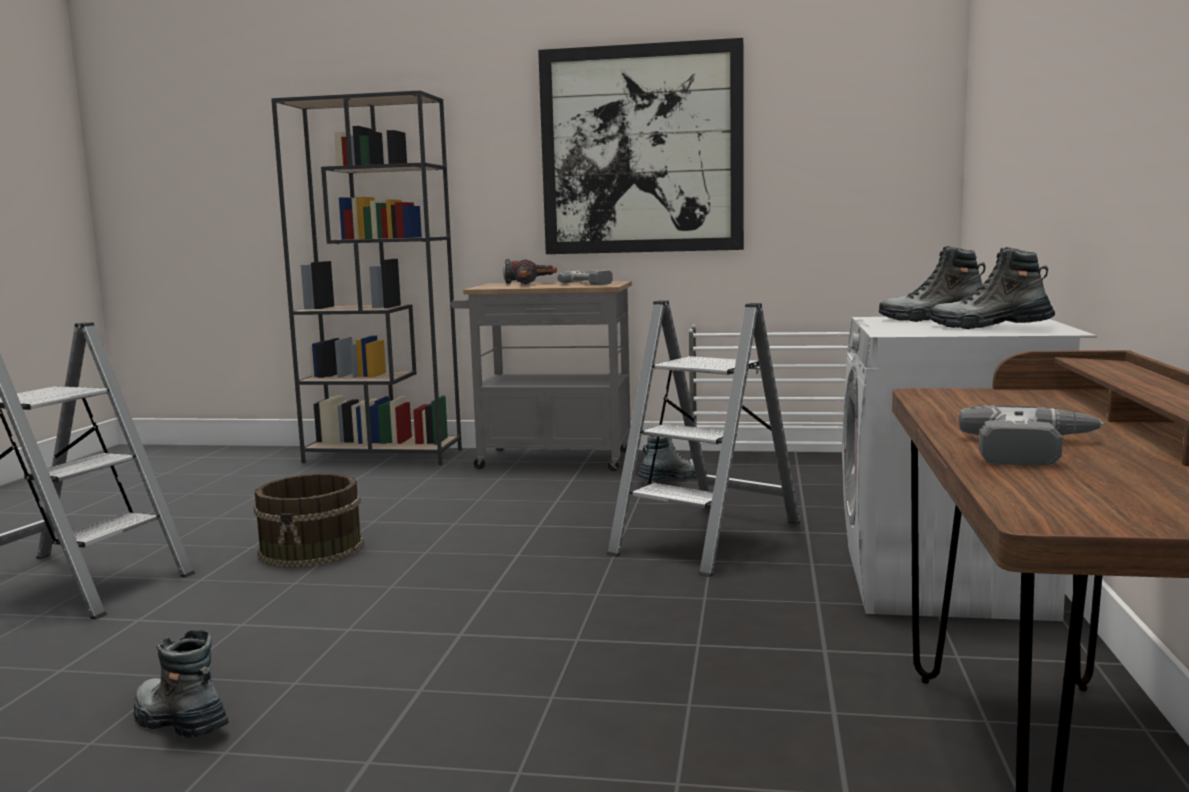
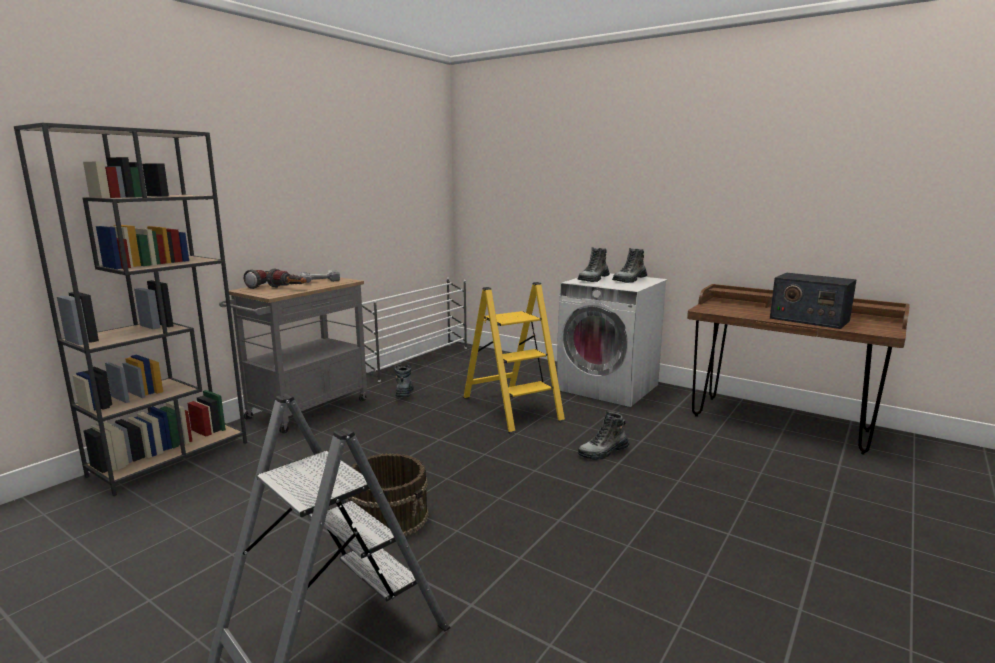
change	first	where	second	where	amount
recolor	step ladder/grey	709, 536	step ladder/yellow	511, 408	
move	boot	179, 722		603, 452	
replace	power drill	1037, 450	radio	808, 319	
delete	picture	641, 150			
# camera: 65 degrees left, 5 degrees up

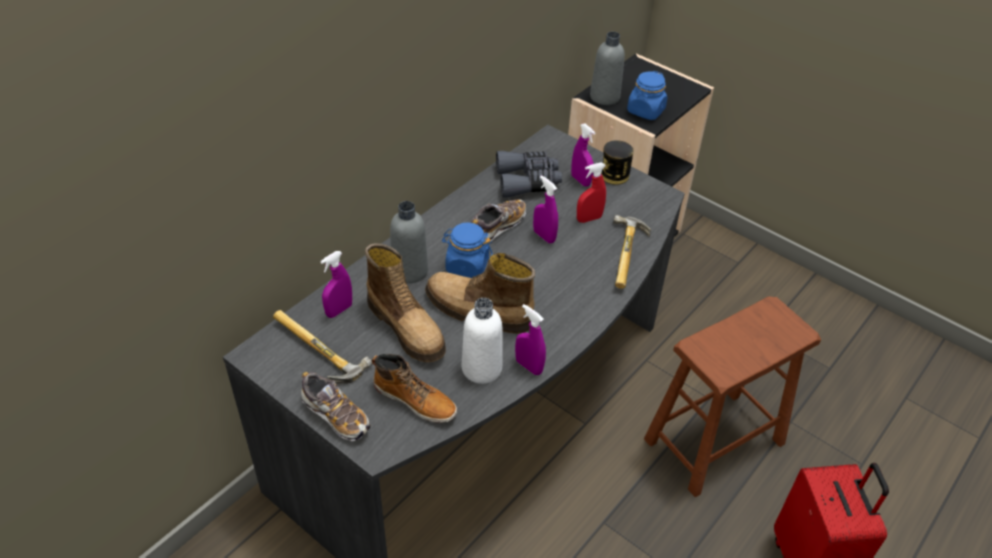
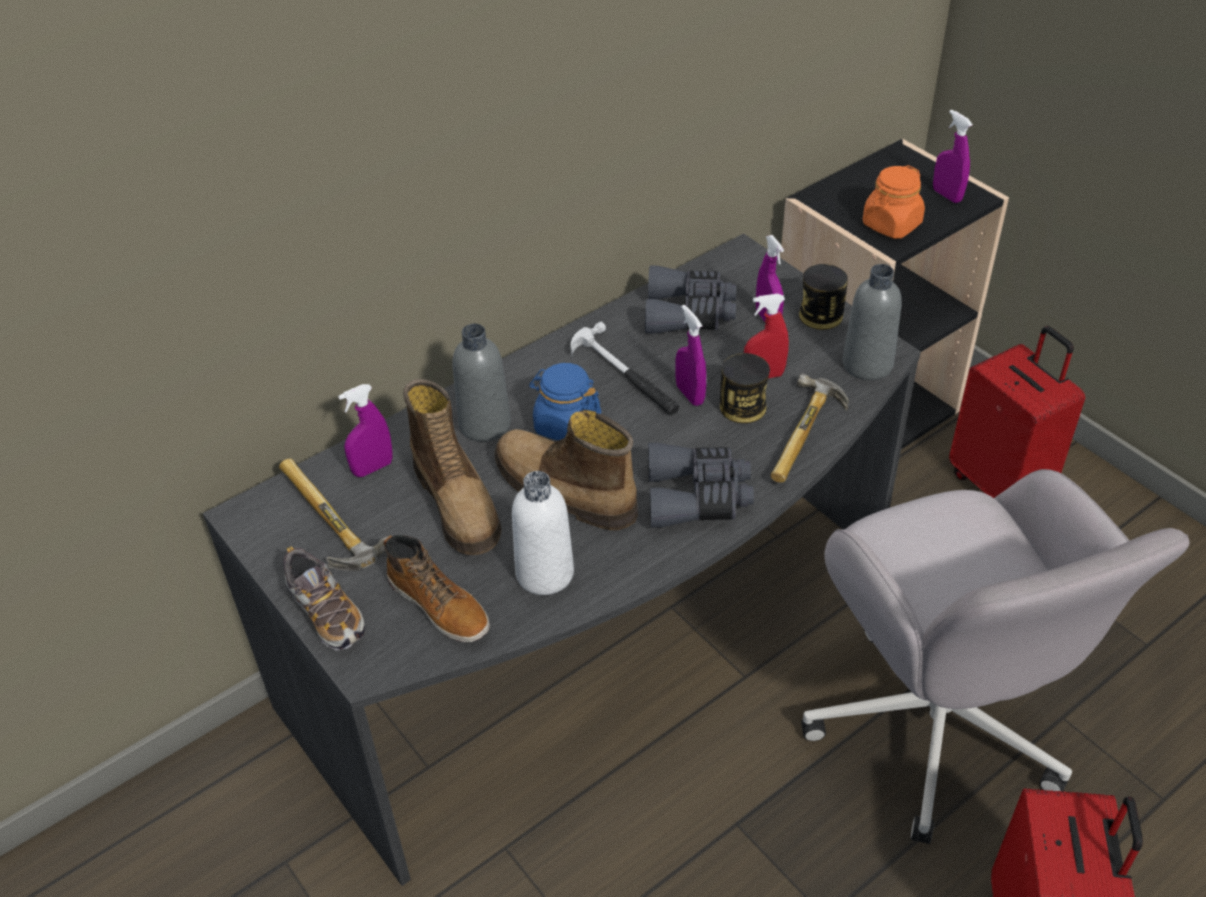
change	first	where	second	where	amount
replace	shoe	496, 227	hammer	625, 375	
insert			binoculars/grey	698, 497	
insert			can	742, 407	
replace	stool/brown	714, 442	office chair/grey	934, 731	
move	bottle/grey	604, 97		867, 364	
recolor	jar/blue	645, 111	jar/orange	891, 225	
move	spray bottle/purple	528, 366		947, 195	
insert			suitcase/red	1001, 485	
# camera: 15 degrees right, 0 degrees up

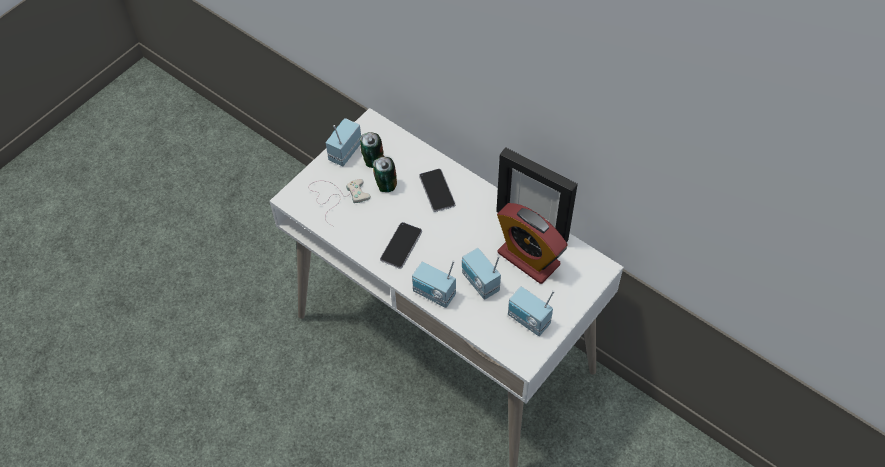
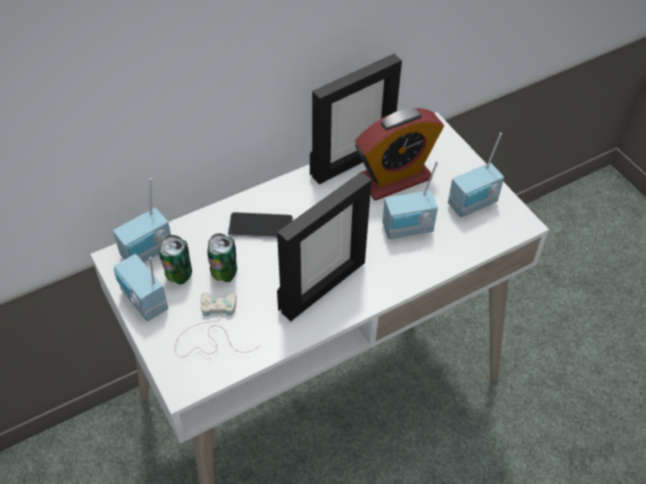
change	first	where	second	where	amount
move	radio	433, 294		148, 252	
replace	phone	401, 246	picture frame	322, 286	
# camera: 70 degrees left, 5 degrees down

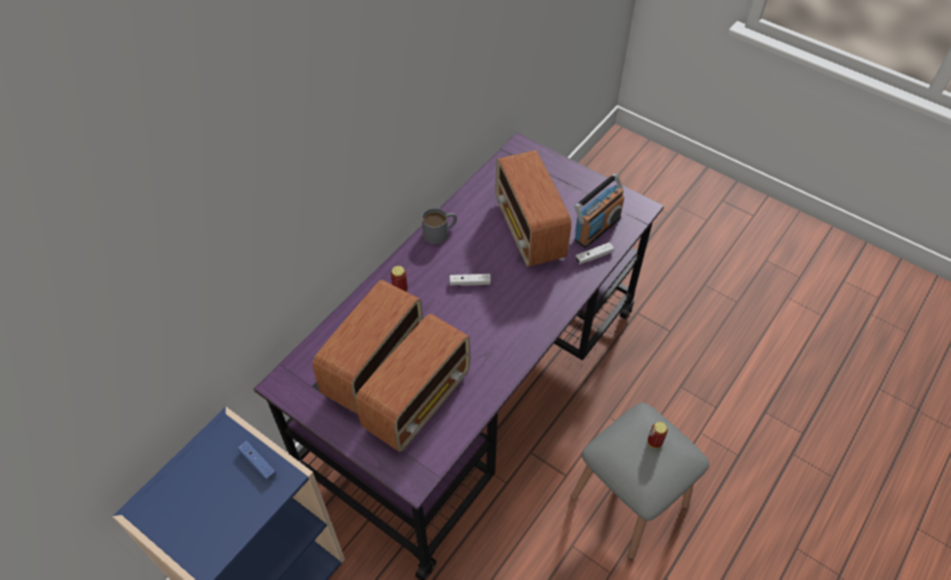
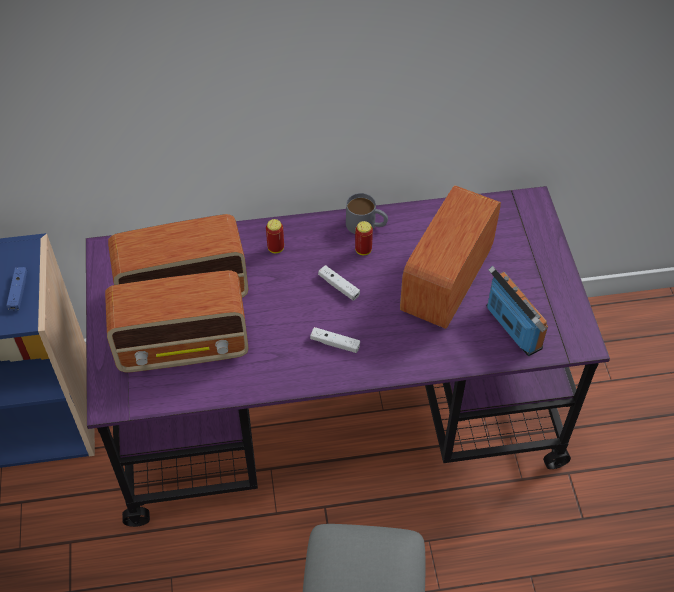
change	first	where	second	where	amount
move	game controller/white	594, 256		335, 343	
move	can	654, 442		363, 250	
rotate	radio	596, 228		512, 328	120 degrees counterclockwise
# camera: 45 degrees right, 0 degrees up

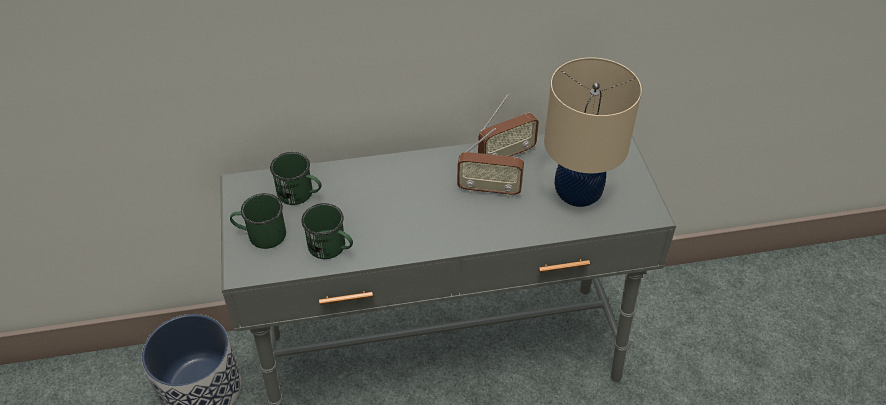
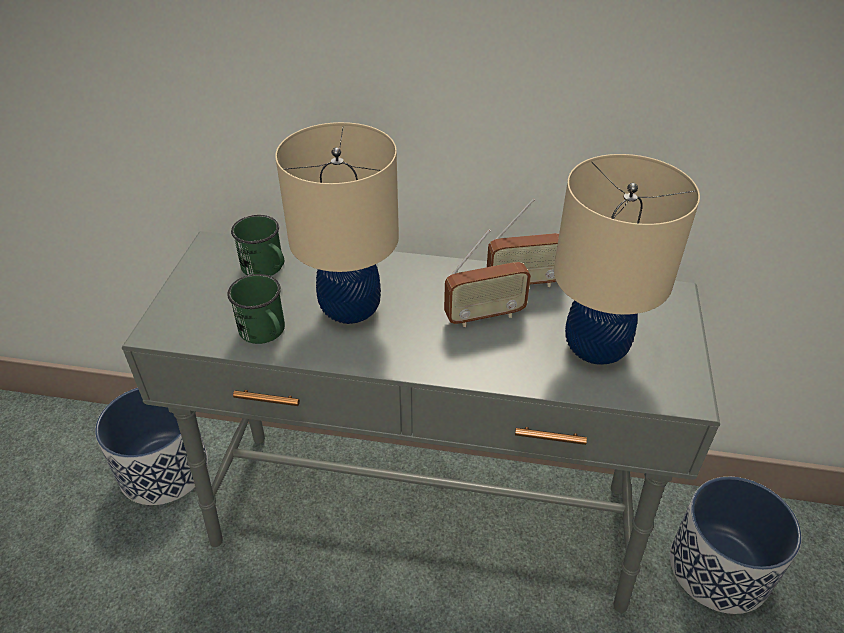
change	first	where	second	where	amount
insert			table lamp/beige	353, 309	
rotate	radio	489, 190		484, 316	45 degrees counterclockwise
insert			planter	719, 568	
delete	mug/green	261, 235			
# camera: 20 degrees right, 5 degrees down

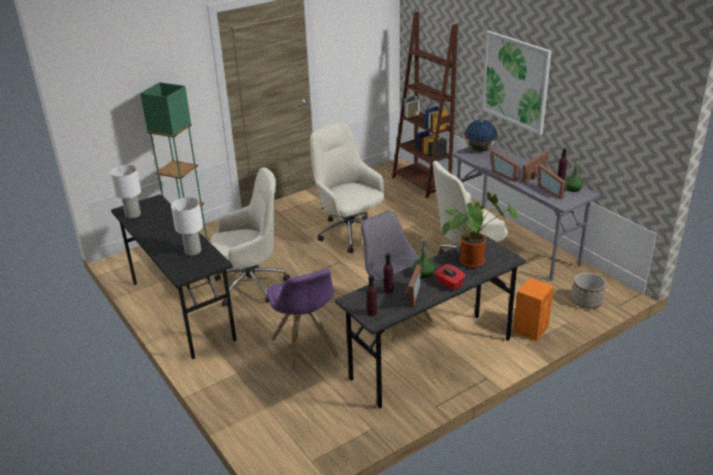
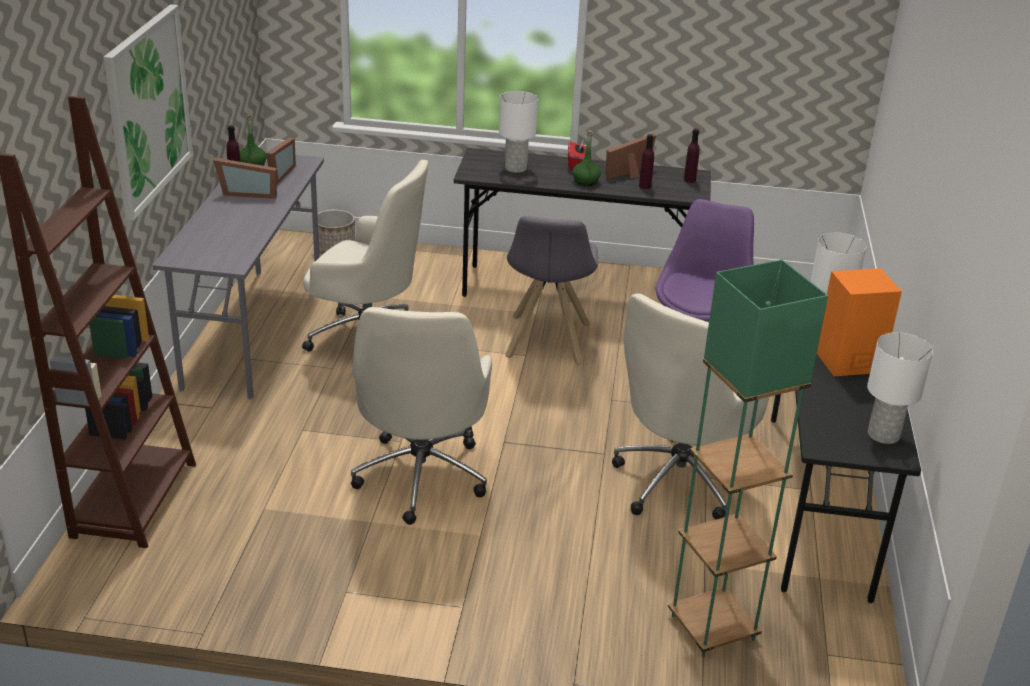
change	first	where	second	where	amount
replace	potted plant	473, 260	table lamp/white	515, 168	
rotate	office chair/beige	251, 286		678, 482	75 degrees counterclockwise
move	speaker/orange	531, 328		847, 362	
delete	globe	480, 150			
delete	picture frame	505, 174			
# camera: 140 degrees left, 0 degrees up

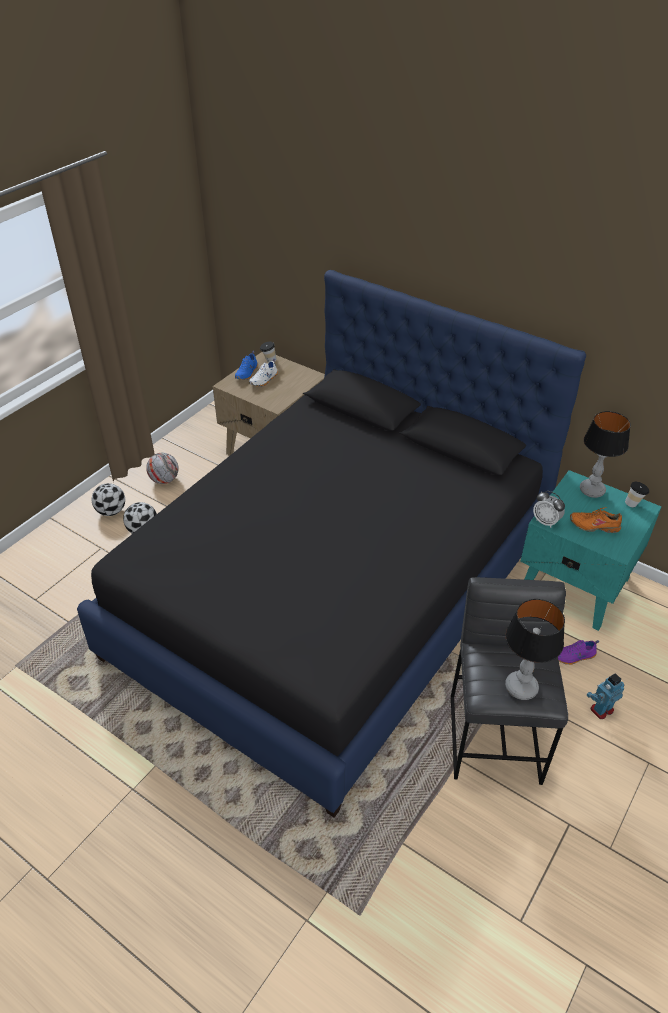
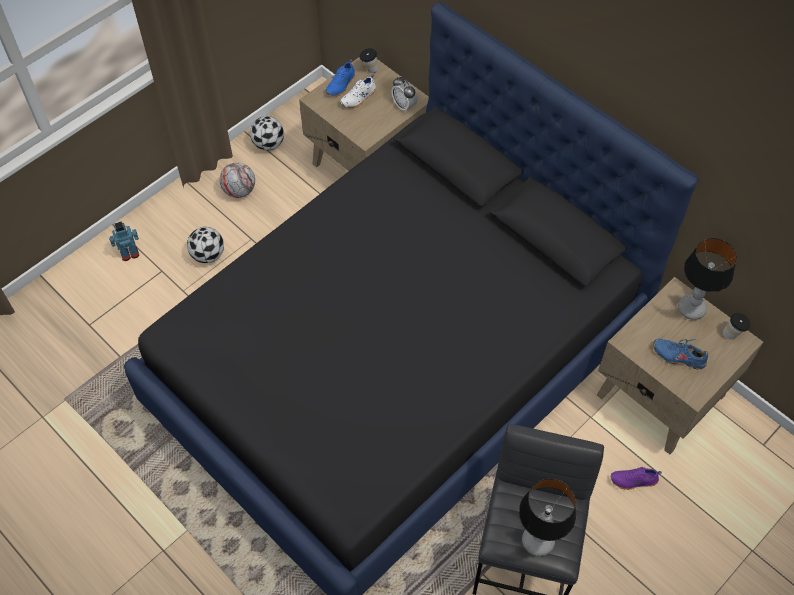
change	first	where	second	where	amount
move	toy robot	601, 709		129, 253	
move	football	111, 511		268, 144	
move	alarm clock	546, 521		404, 106	
recolor	nightstand/turquoise	575, 585	nightstand/beige	662, 396	
recolor	shoe/orange	594, 525	shoe/blue	679, 356	
# camera: 10 degrees right, 15 degrees up

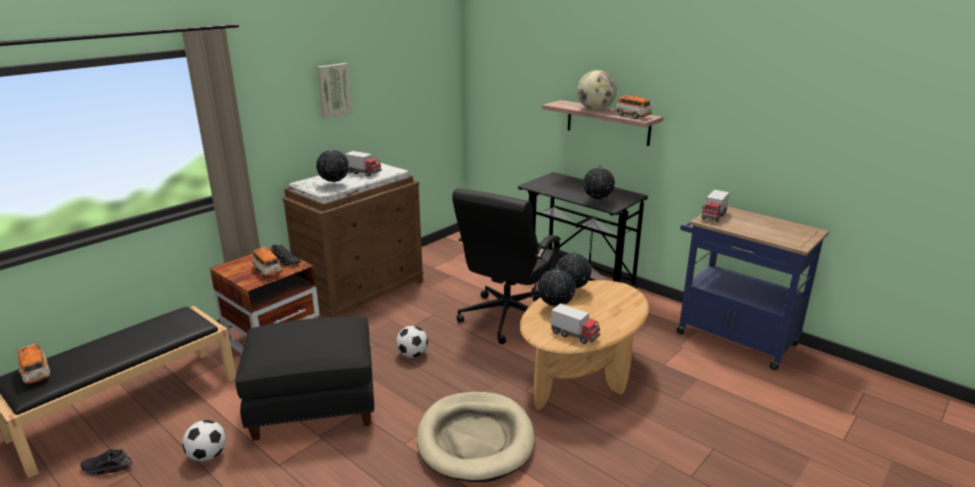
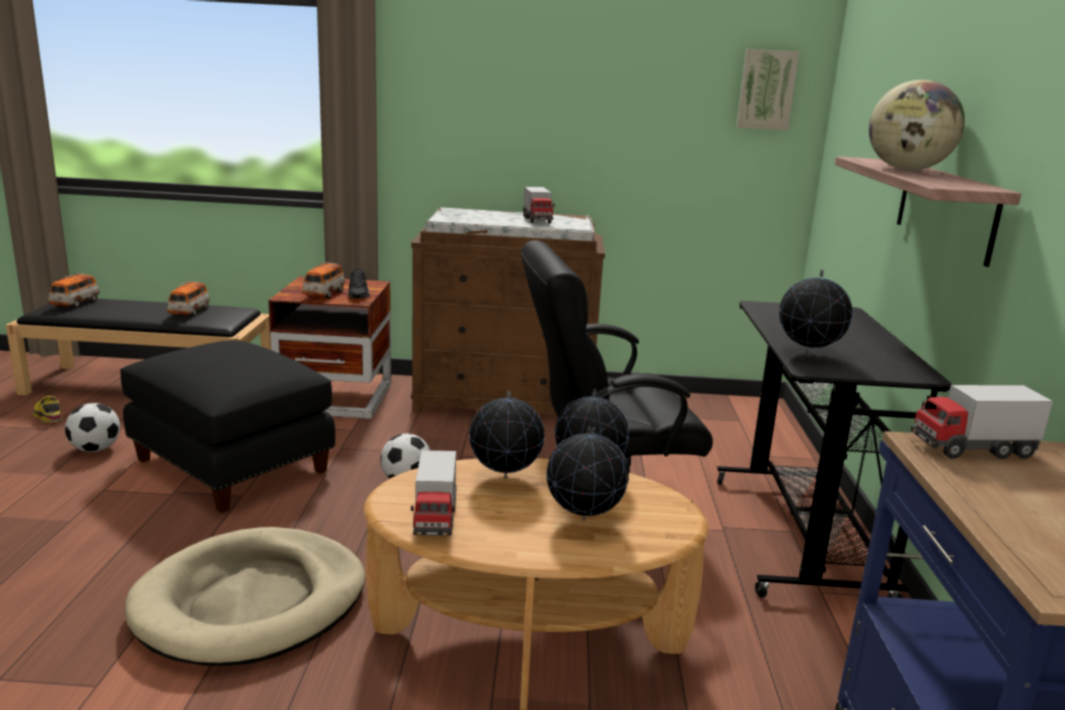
change	first	where	second	where	amount
recolor	shoe/black	107, 468	shoe/yellow	47, 416	
move	toy car	632, 116		189, 312	
move	globe	334, 185		584, 521	
move	picture	333, 90		766, 90	
# camera: 50 degrees right, 5 degrees down

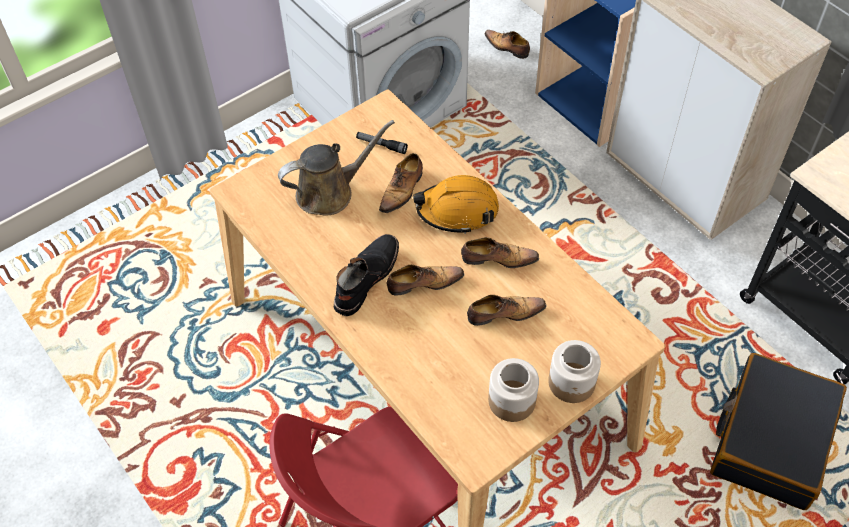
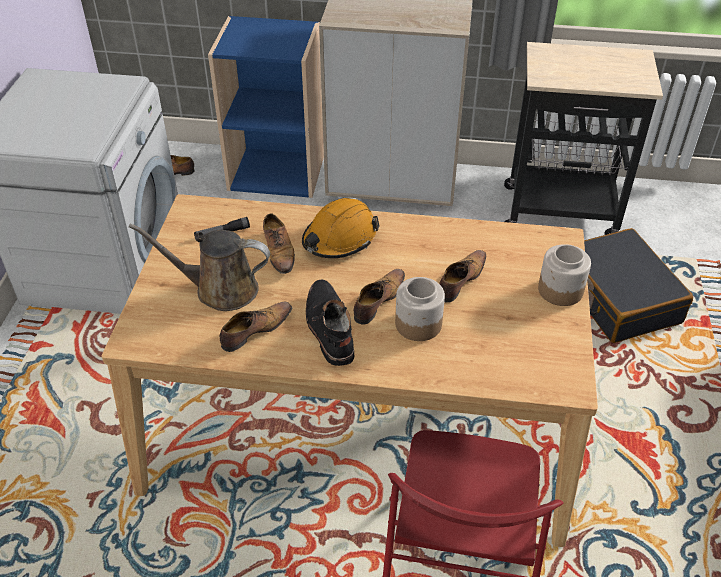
change	first	where	second	where	amount
rotate	watering can/brown	330, 192		220, 289	105 degrees counterclockwise
move	shoe	497, 259		255, 331	
move	jar	511, 400		417, 324	
# camera: 45 degrees left, 10 degrees down

